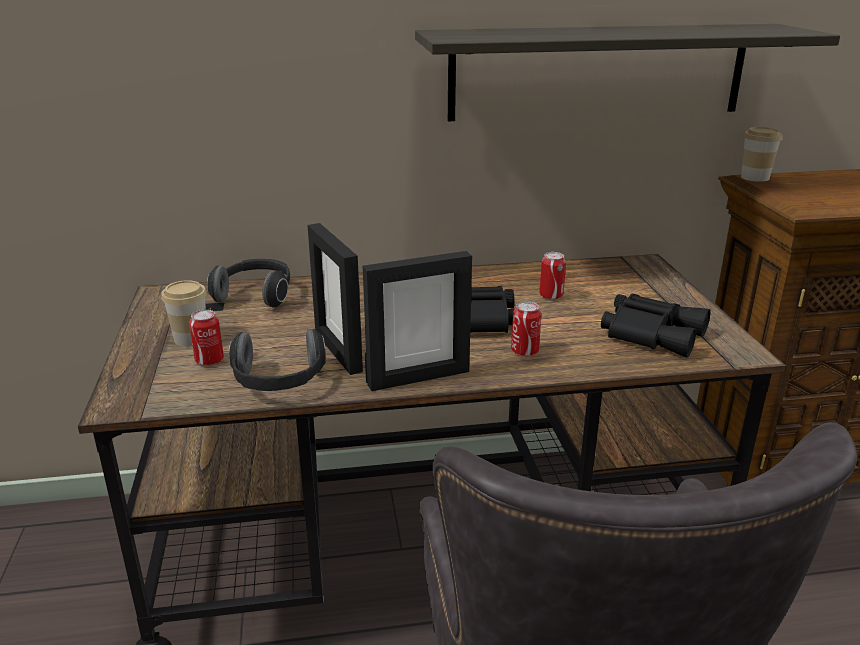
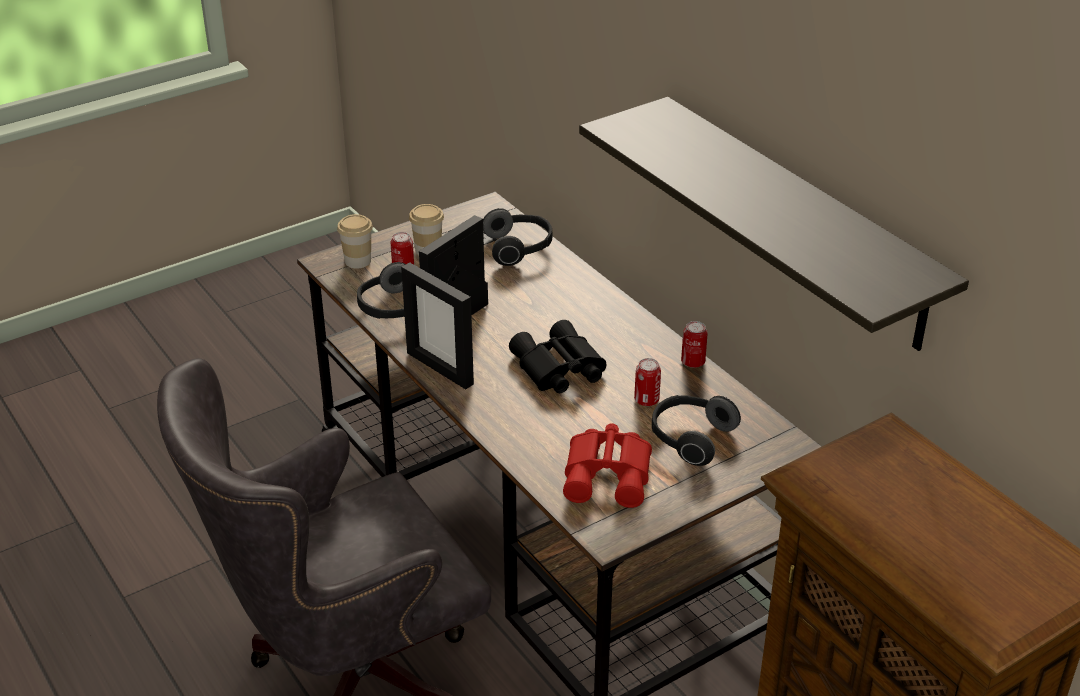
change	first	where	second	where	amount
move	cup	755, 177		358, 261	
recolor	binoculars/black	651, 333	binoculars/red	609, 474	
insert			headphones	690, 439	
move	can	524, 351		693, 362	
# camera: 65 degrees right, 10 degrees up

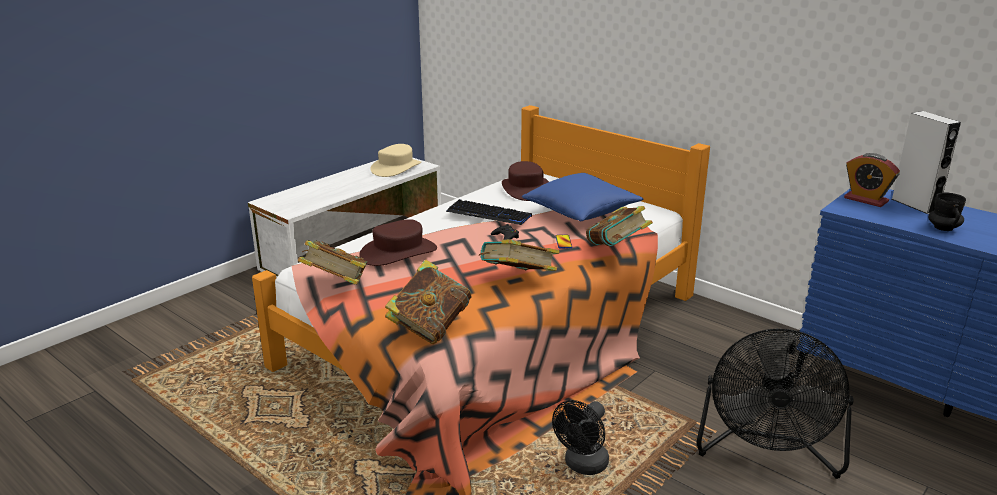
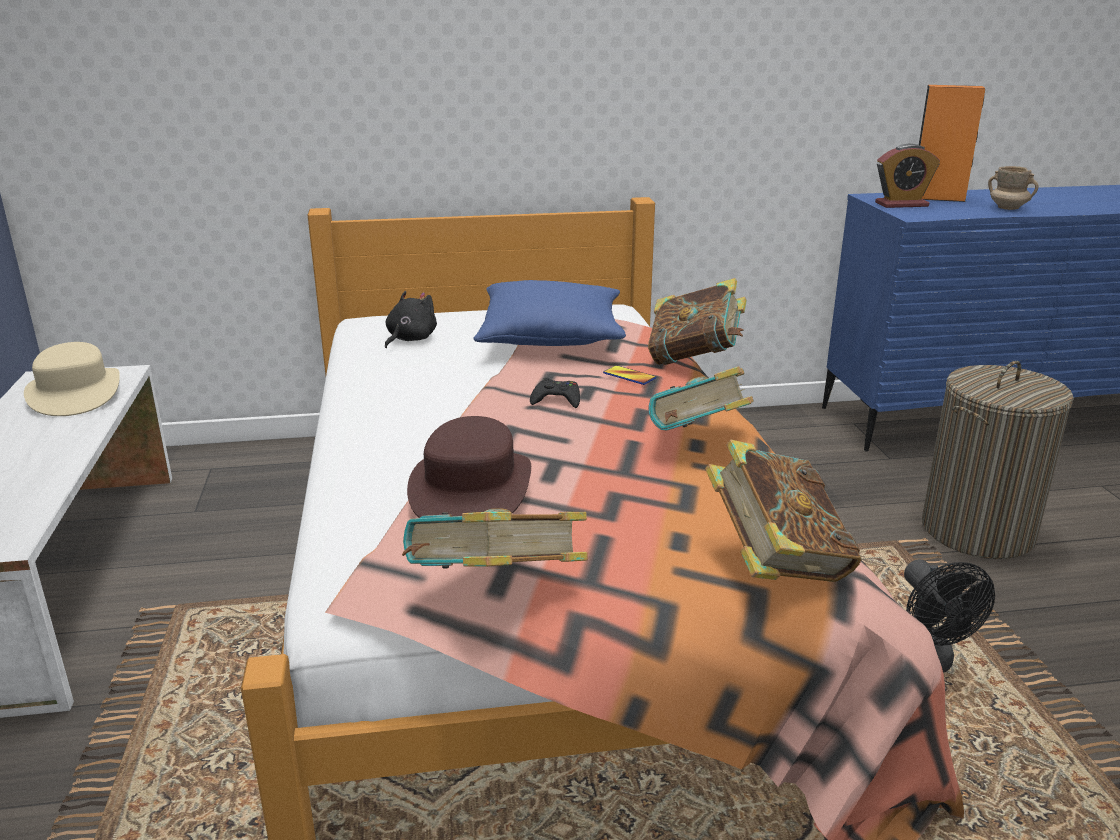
change	first	where	second	where	amount
replace	hat/brown	525, 189	plush toy/black	409, 339	
recolor	speaker/grey	915, 205	speaker/orange	937, 198	
replace	fan/black	762, 448	laundry basket	977, 530	
recolor	mug/black	943, 228	mug/beige	1008, 208	
delete	keyboard	489, 214			
# camera: 50 degrees left, 0 degrees up

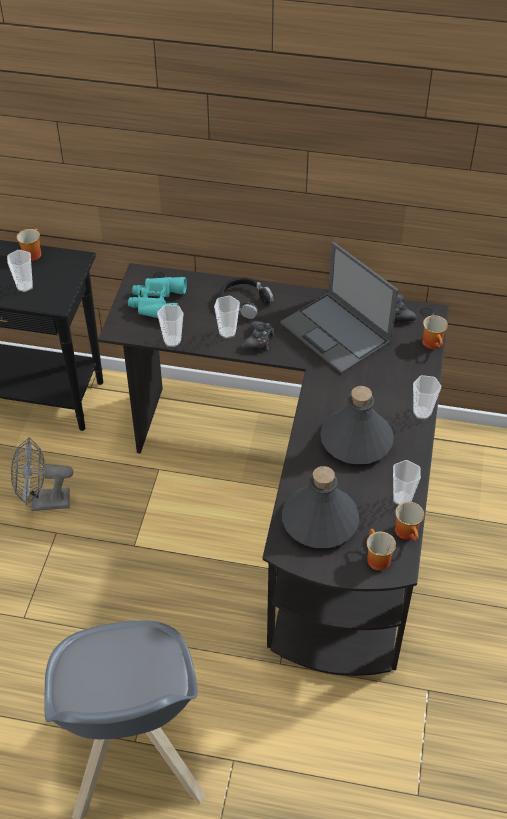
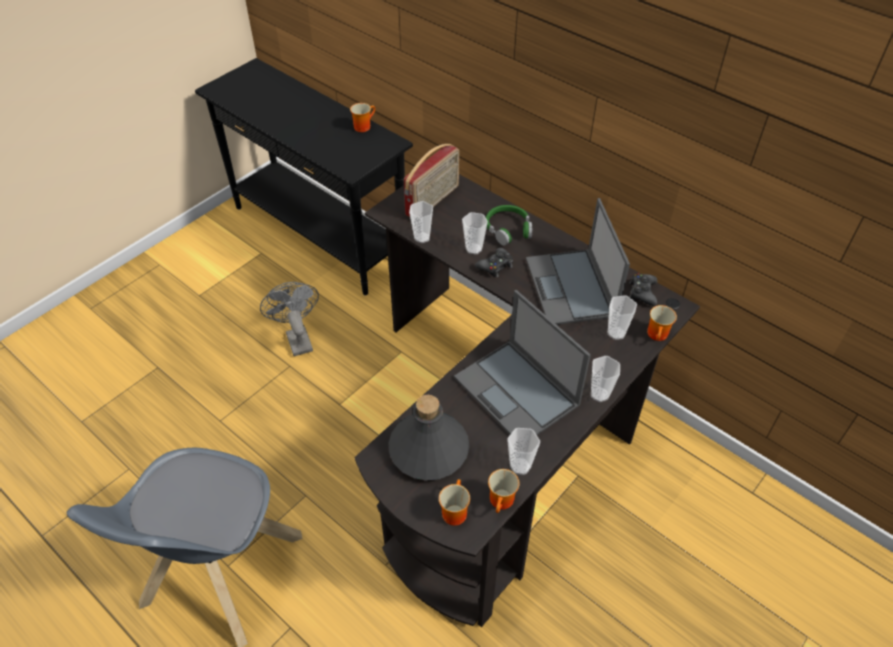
change	first	where	second	where	amount
rotate	fan/grey	43, 502		297, 338	45 degrees clockwise
replace	binoculars/turquoise	156, 302	radio	433, 201	
replace	bottle/grey	356, 440	laptop	517, 392	
recolor	headphones/black	244, 302	headphones/green	508, 229	
move	cup	25, 286		616, 333	
# camera: 30 degrees right, 0 degrees up

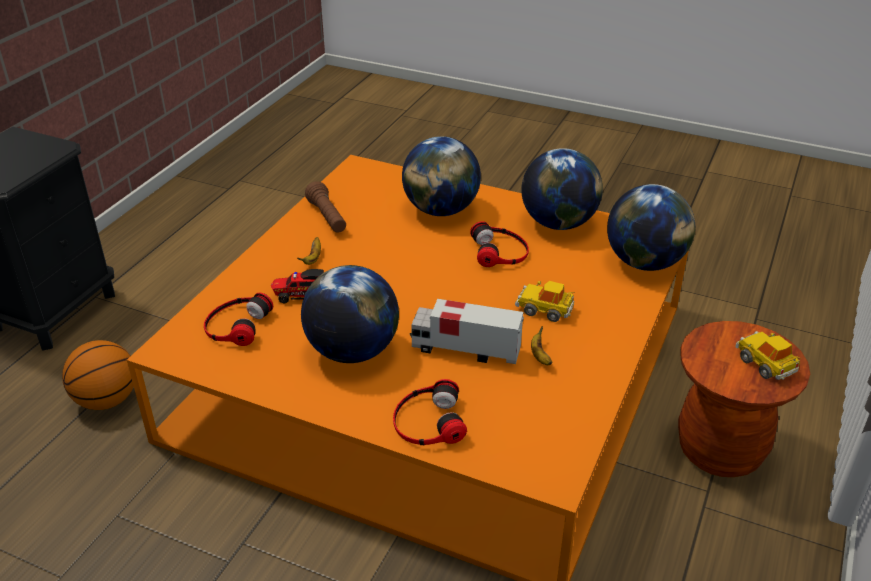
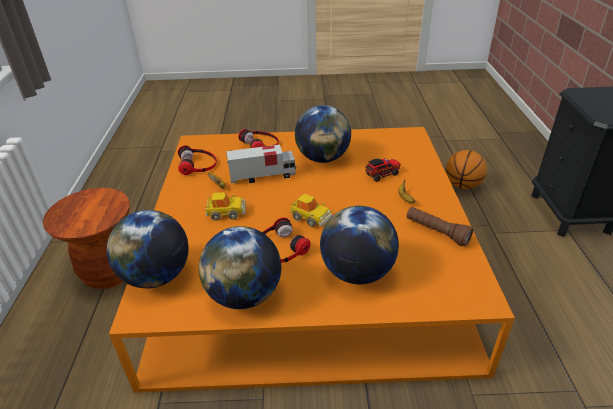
change	first	where	second	where	amount
move	headphones	236, 325		198, 164	
move	toy car	765, 363		310, 217	
# camera: 155 degrees right, 0 degrees up

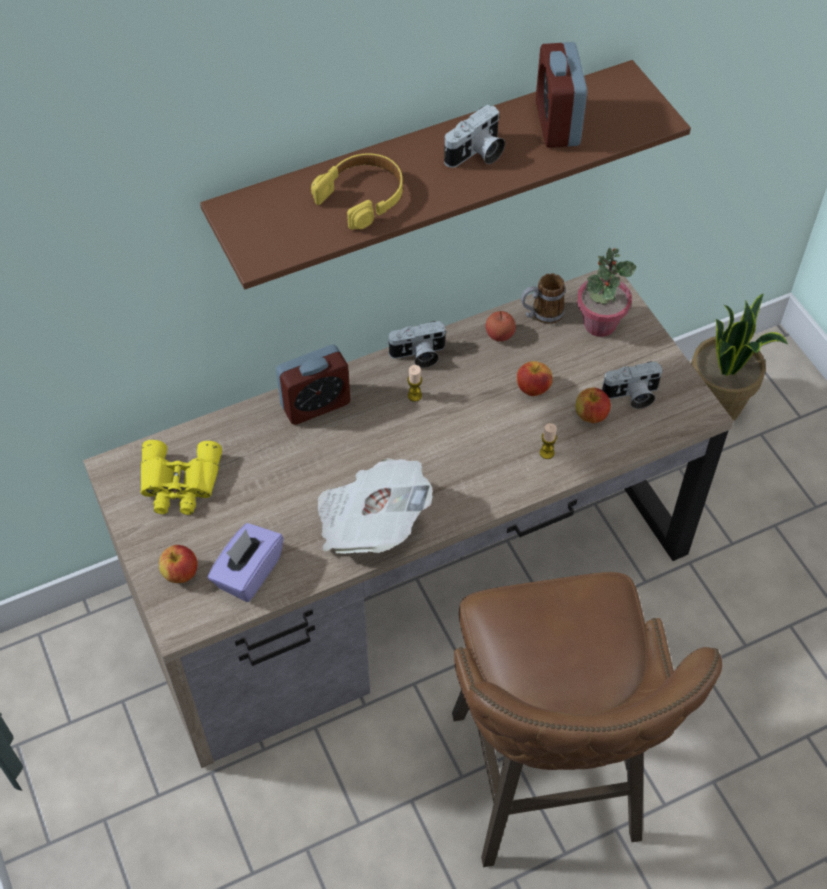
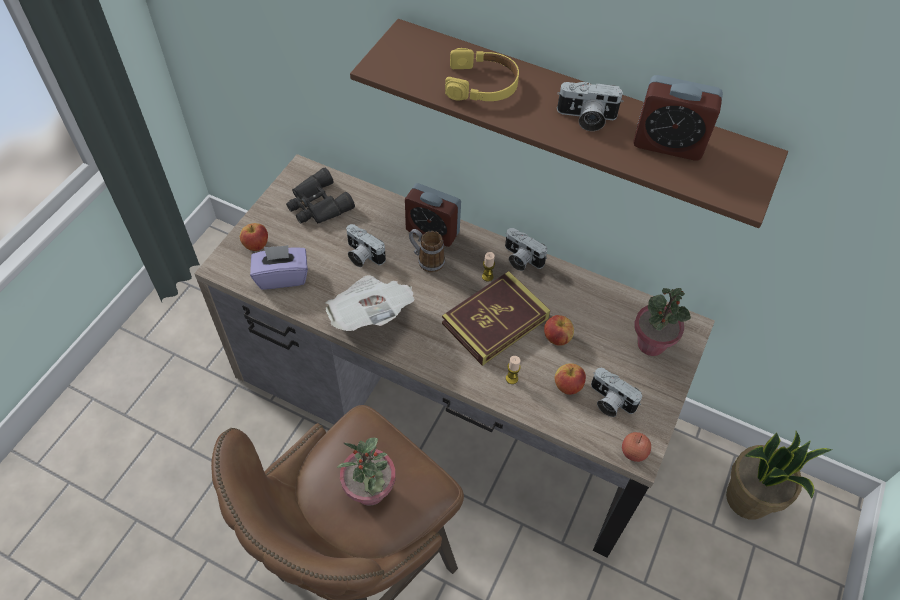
change	first	where	second	where	amount
recolor	binoculars/yellow	180, 484	binoculars/black	317, 205	
insert			potted plant	370, 490	
insert			photo camera	362, 255	
move	mug	541, 314		426, 259	
insert			book	495, 321	
move	apple	499, 335		633, 452	
rotate	alarm clock	557, 123		668, 144	120 degrees counterclockwise
# camera: 50 degrees right, 0 degrees up

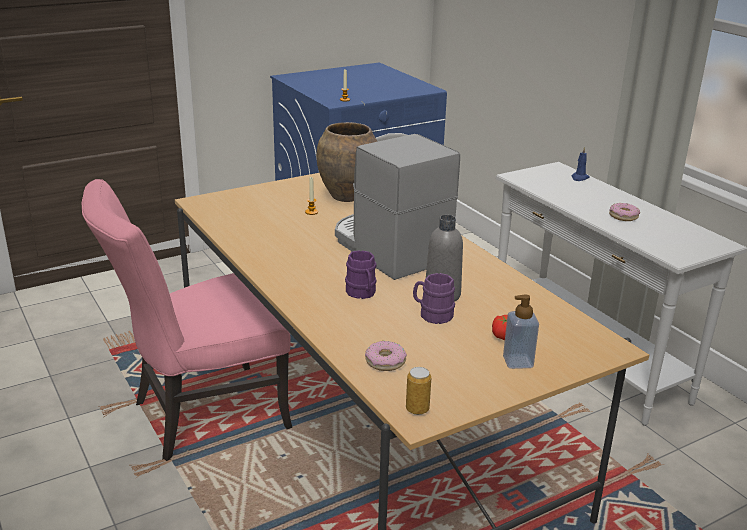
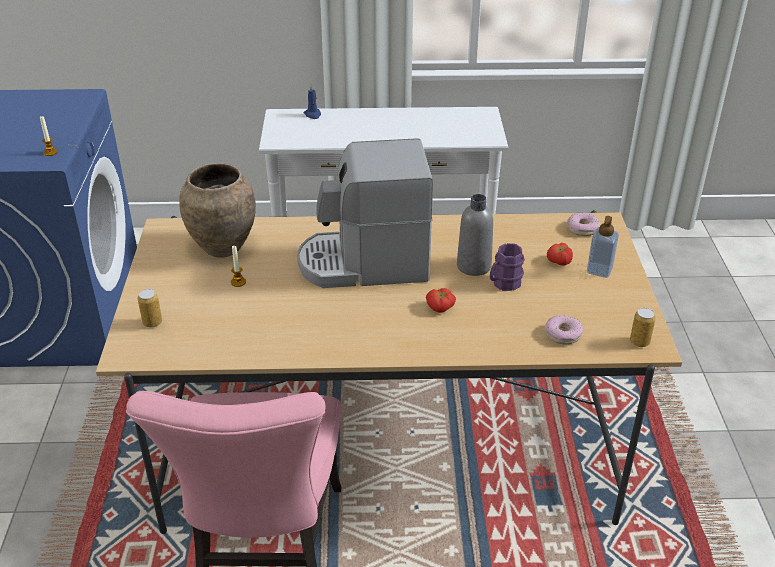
change	first	where	second	where	amount
insert			can	152, 323	
replace	mug/purple	362, 293	tomato	440, 308	
move	donut	623, 216		582, 229	
# camera: 60 degrees left, 10 degrees up

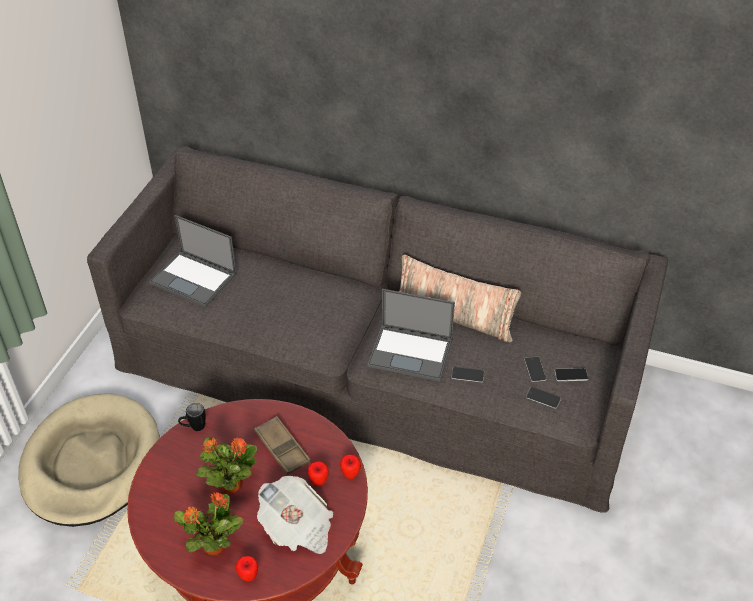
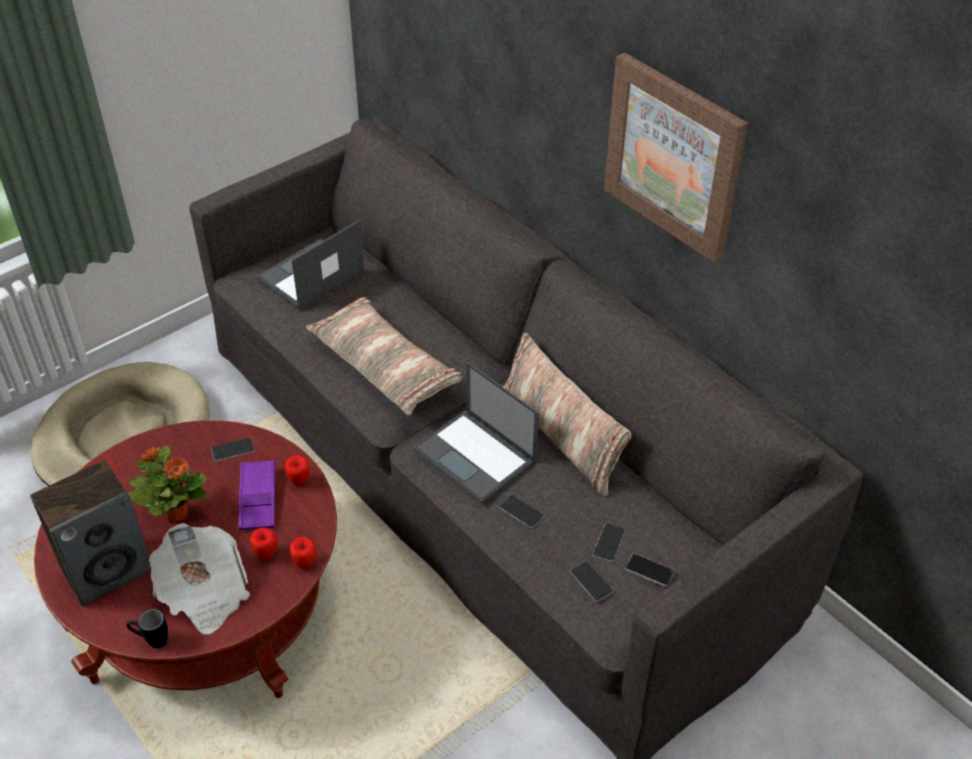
change	first	where	second	where	amount
replace	potted plant	213, 546	speaker	107, 569	
move	mug/black	194, 428		151, 640	
insert			phone	232, 449	
recolor	tray/brown	282, 448	tray/purple	258, 499	
rotate	laptop	194, 279		310, 275	75 degrees clockwise
move	apple	248, 576		299, 481	
insert			pillow	384, 366	
insert			picture	674, 156	
# camera: 30 degrees right, 0 degrees up

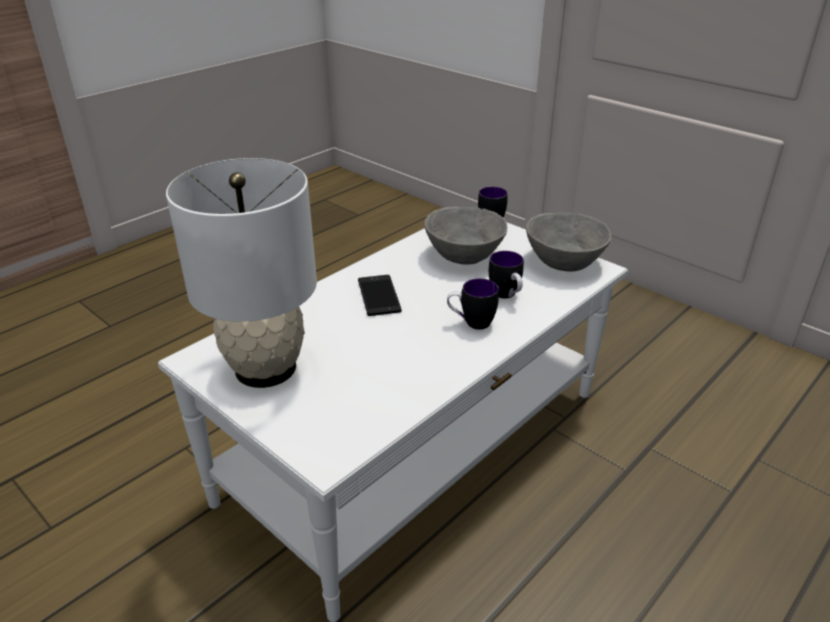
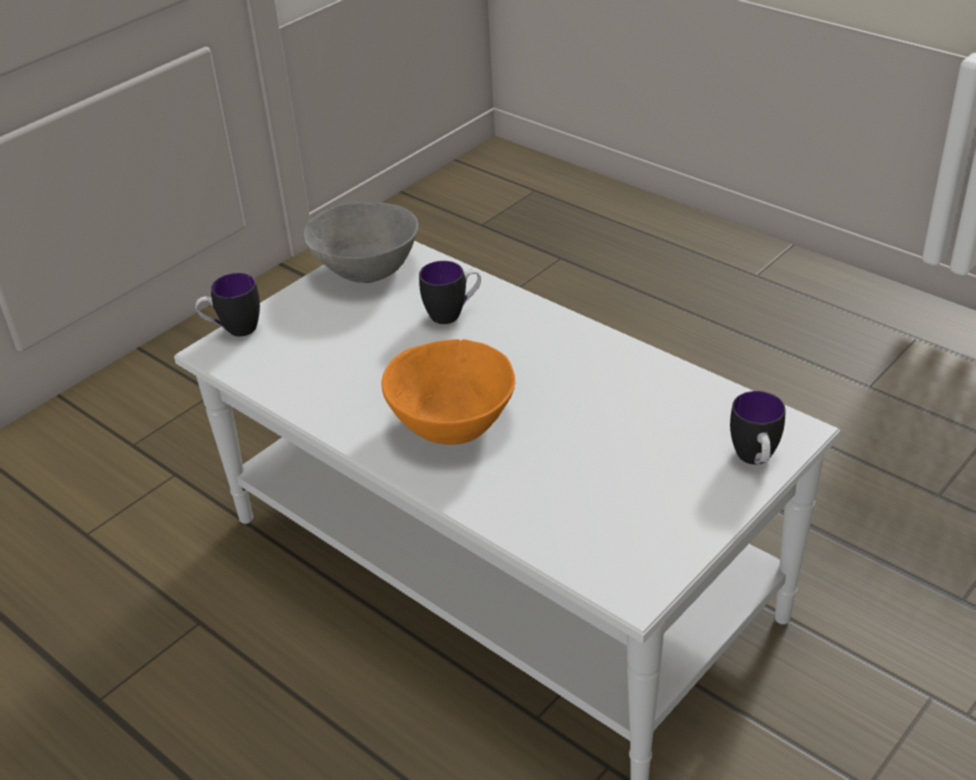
change	first	where	second	where	amount
replace	phone	379, 296	bowl/orange	453, 423	
move	mug	471, 323		755, 461	
delete	table lamp/white	265, 368			
delete	bowl/grey	465, 255			
# camera: 90 degrees left, 5 degrees up

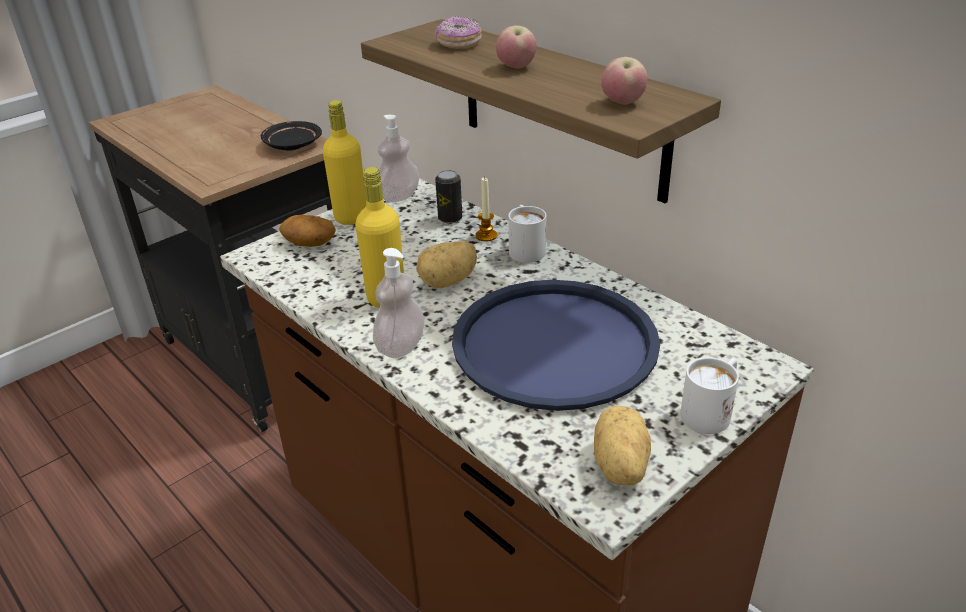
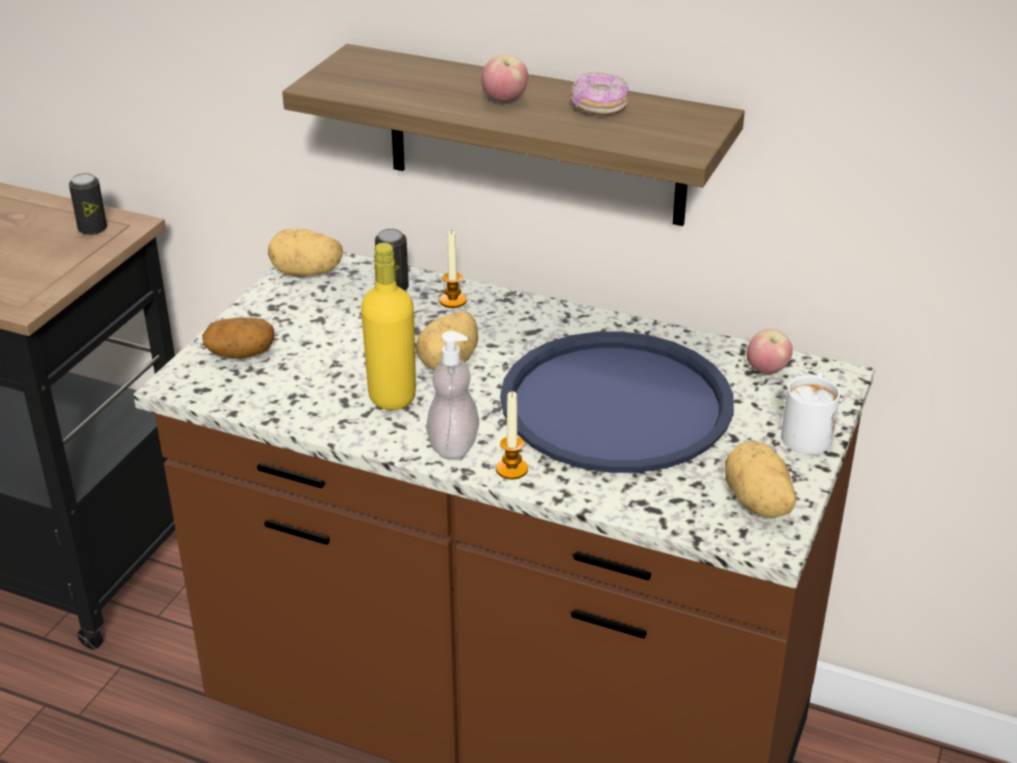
change	first	where	second	where	amount
replace	plate/black	292, 145	can	92, 229	
replace	soap dispenser	398, 197	potato	306, 273	
insert			candle	512, 469	
move	donut	459, 43		599, 106	
move	apple	622, 103		766, 371	
delete	bottle/yellow	351, 217			
delete	mug/white	525, 248			
# camera: 25 degrees left, 0 degrees up

